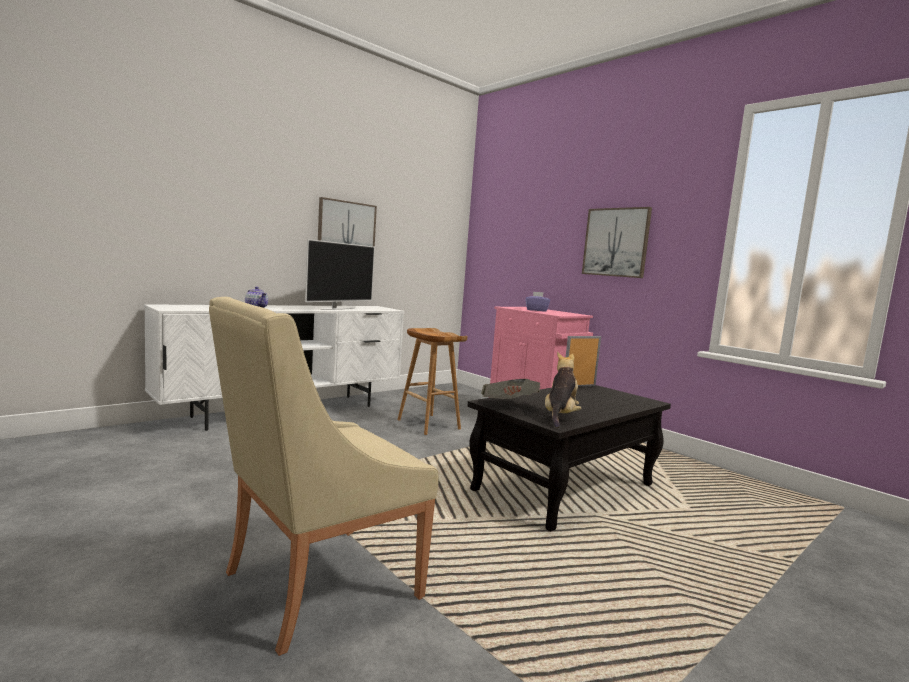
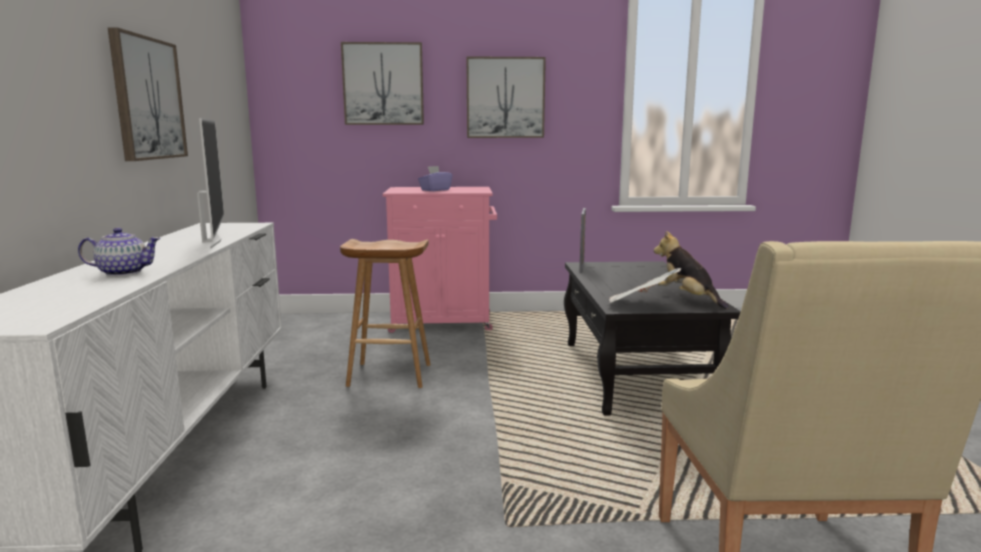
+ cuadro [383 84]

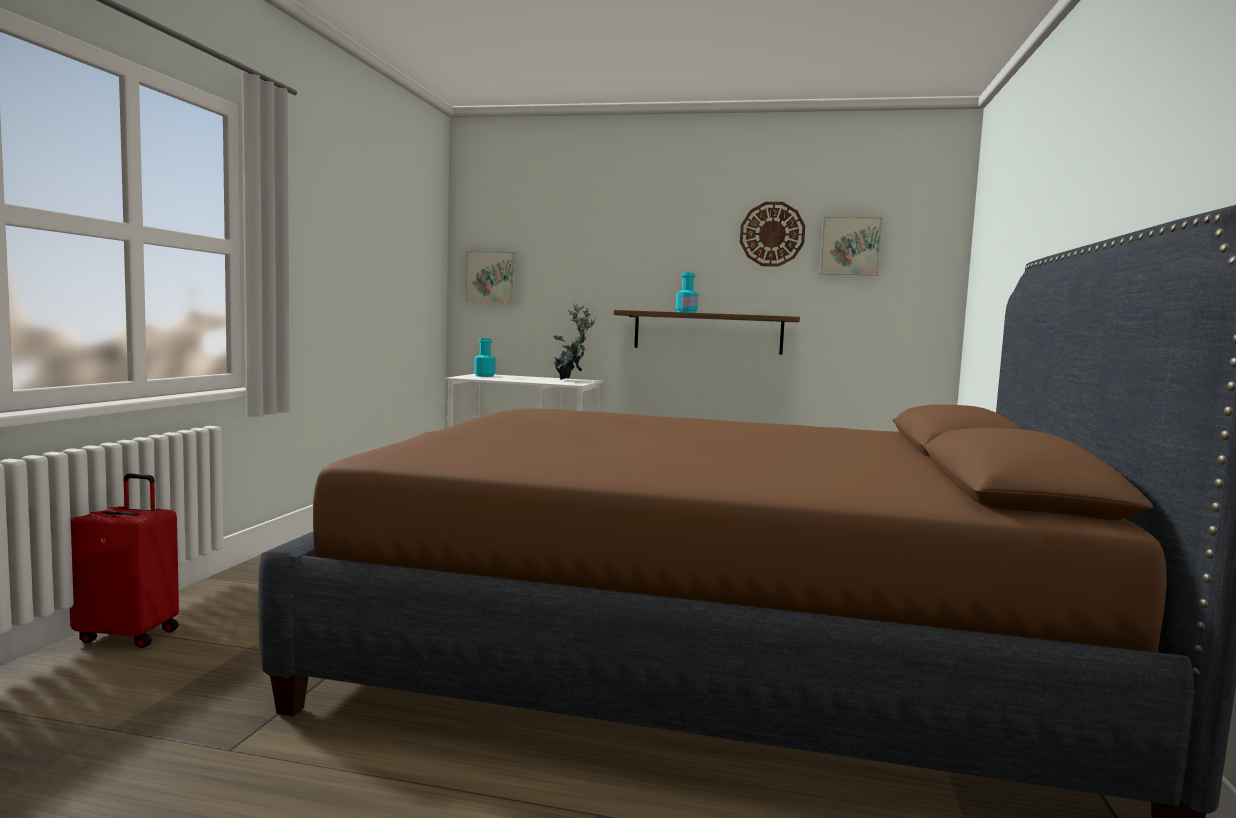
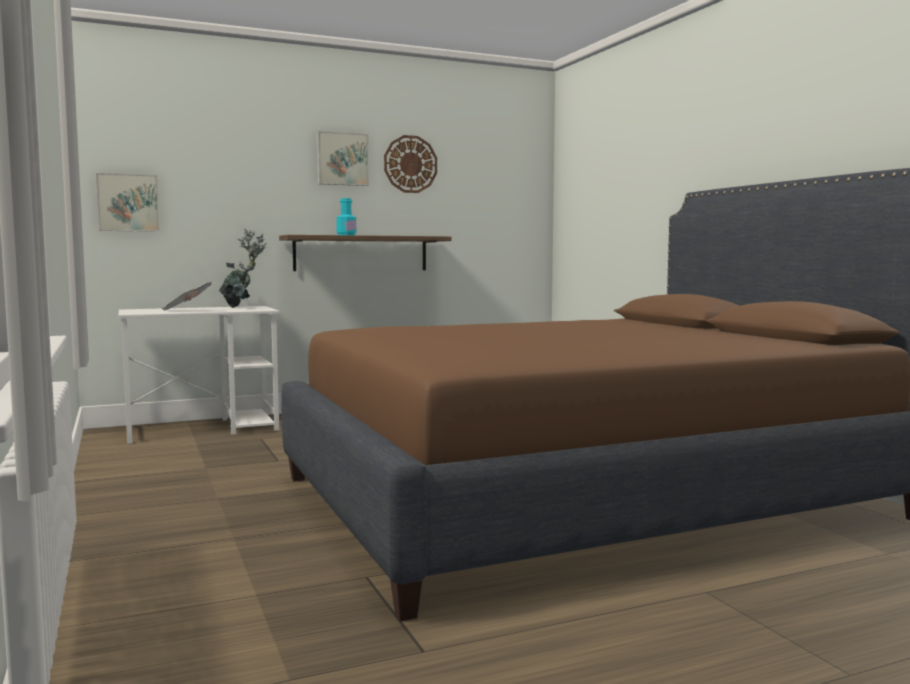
~ cuadro [850 246] to [342 159]
- botella [turquesa] [484 376]
- maleta [rojo] [129 635]
+ periódico [187 310]

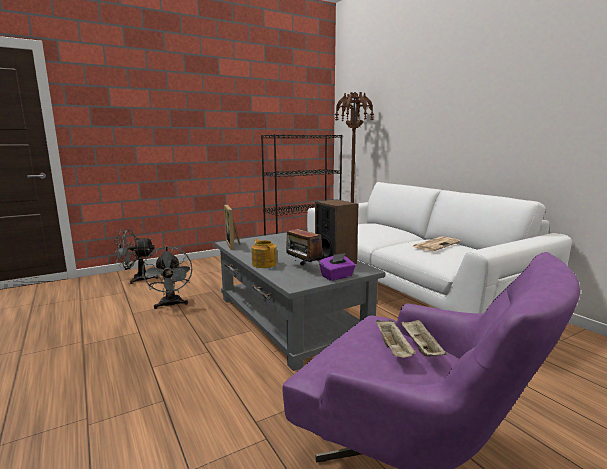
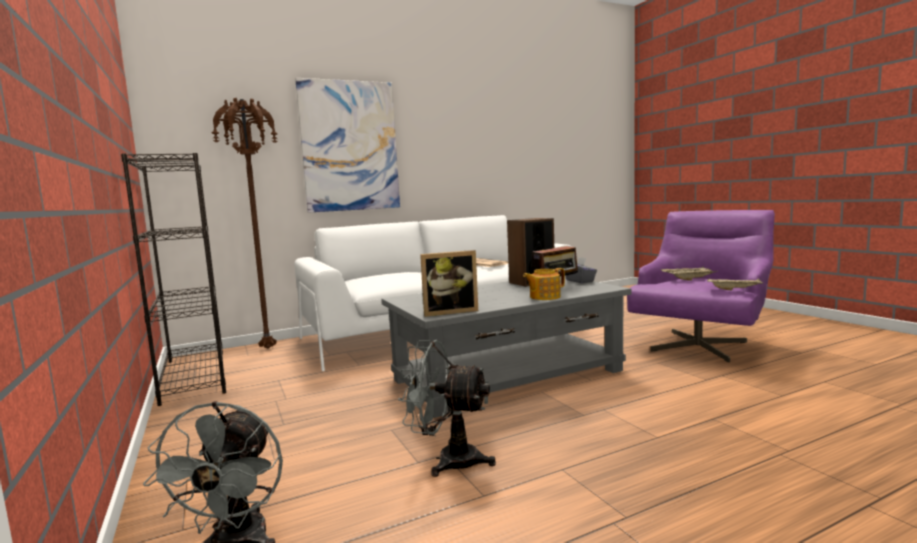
~ ventilador [gris] [171 305] = [448 460] 150 degrees counterclockwise
~ caja de pañuelos [morado] [337 277] to caja de pañuelos [gris] [580 281]
+ cuadro [350 146]
+ bandeja [beis] [735 290]

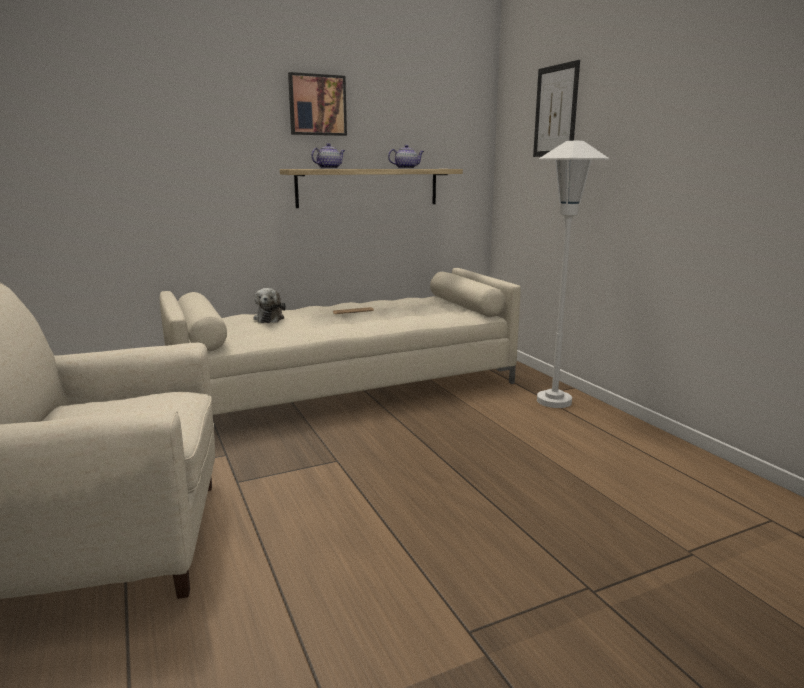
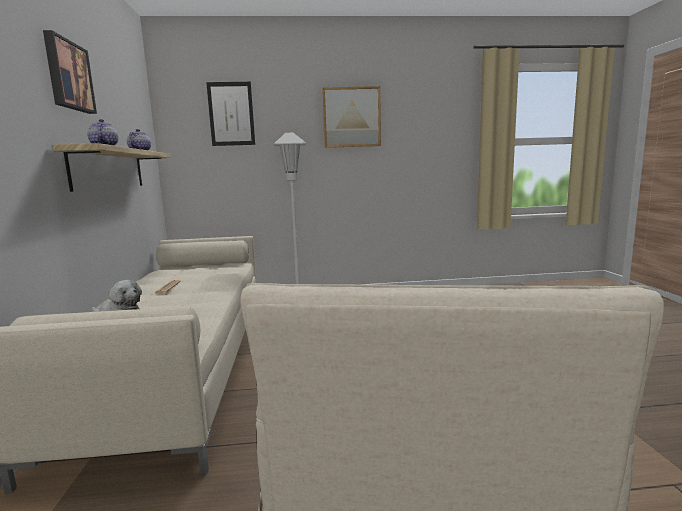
+ cuadro [351 117]

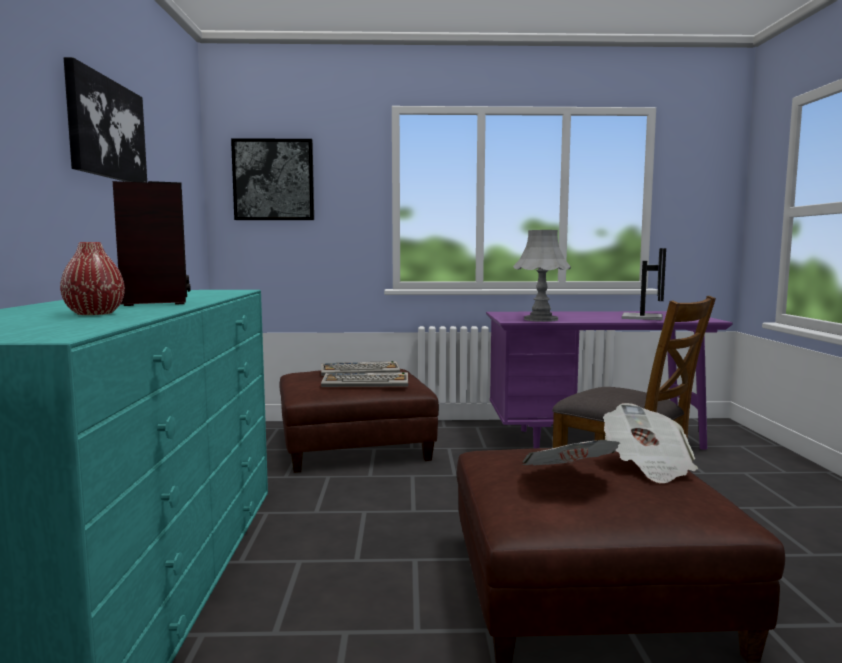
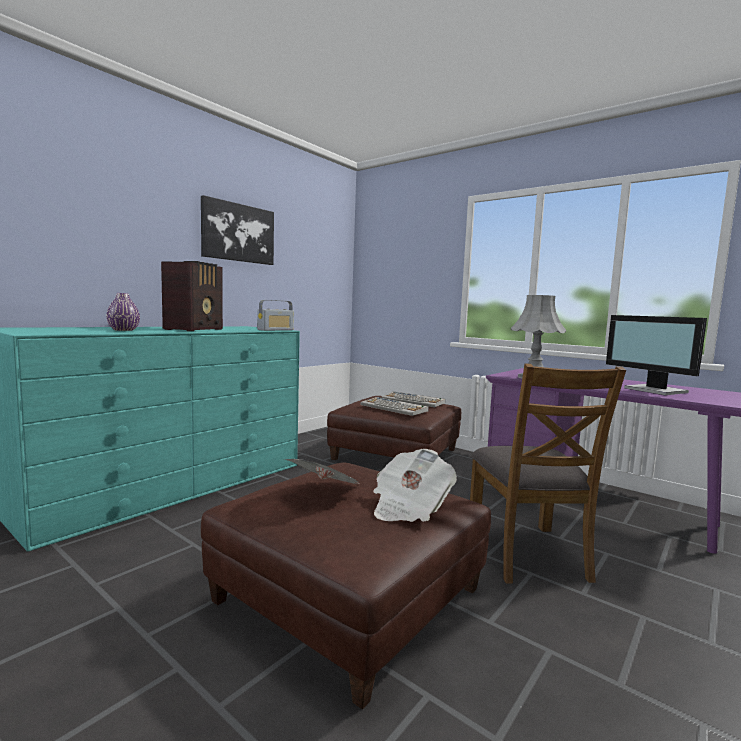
- cuadro [273 180]
~ florero [rojo] [95 313] to florero [morado] [124 330]
~ monitor [644 317] = [655 390] 90 degrees clockwise
+ radio [275 330]

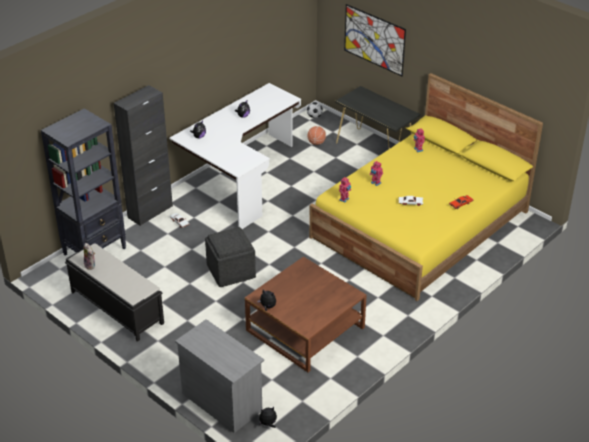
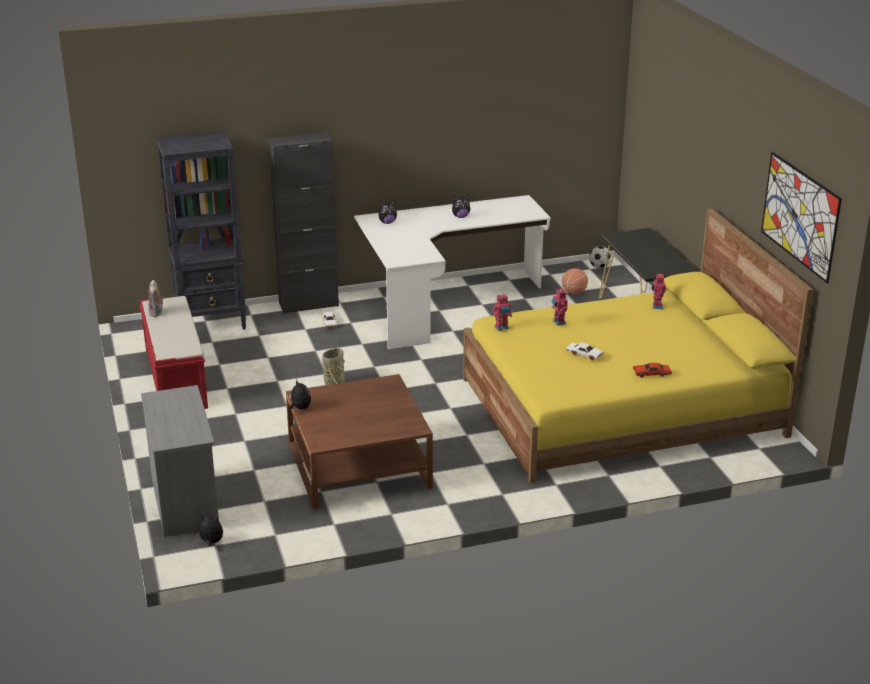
~ cuadro [374 39] to [799 215]
~ puf [gris] [230 271] to cesta [335 383]
~ banco [negro] [116 307] to banco [rojo] [175 378]

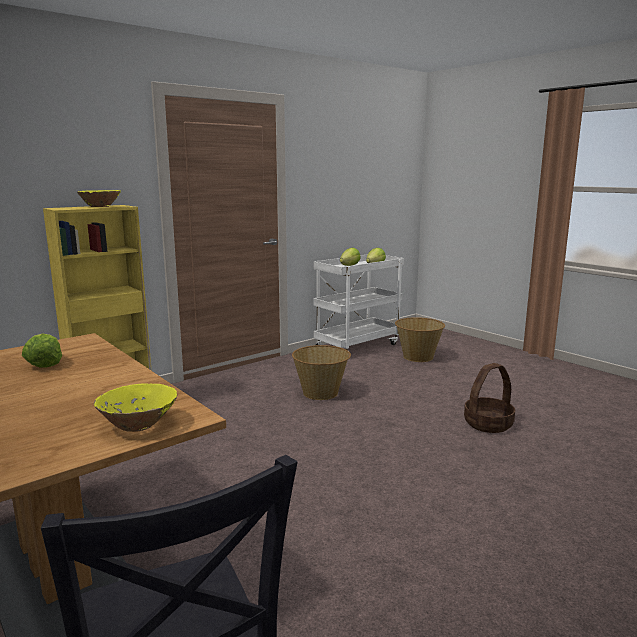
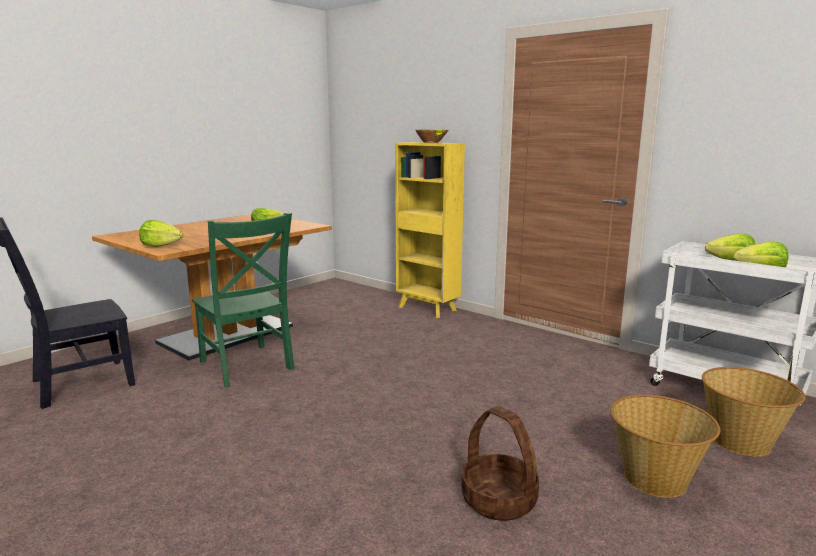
~ cesta [321 393] to [655 480]
~ cuenco [amarillo] [138 425] to lechuga [160 245]
+ silla [verde] [247 366]

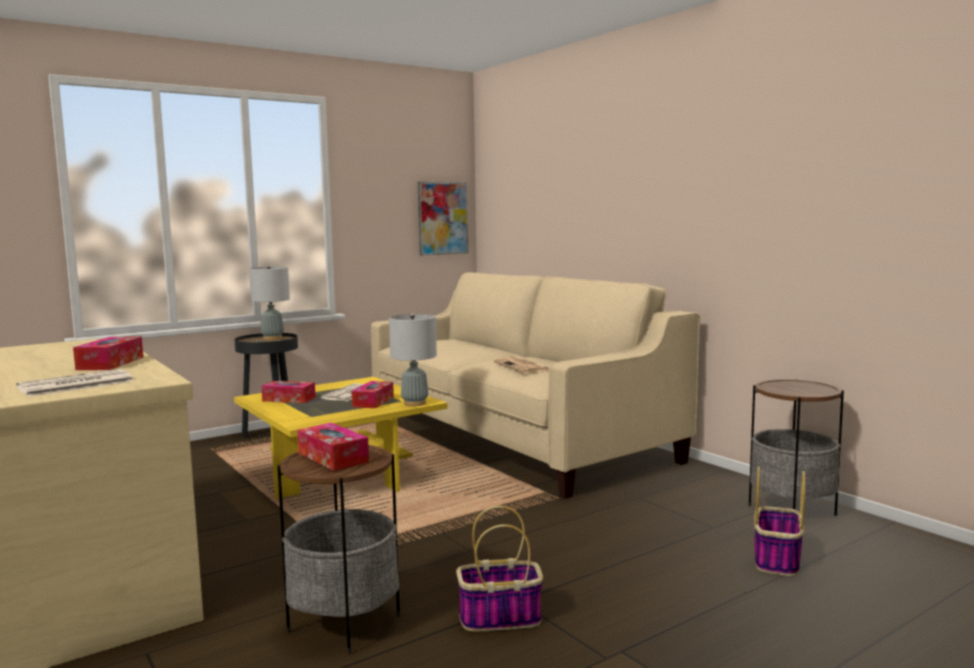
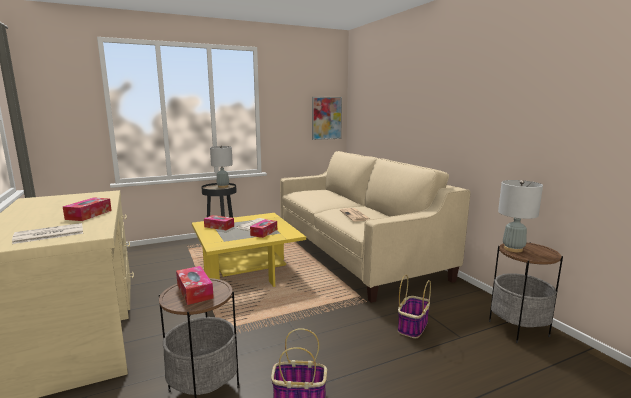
~ lámpara de mesa [gris] [414 403] to [513 249]
~ cesta [776 559] to [412 326]

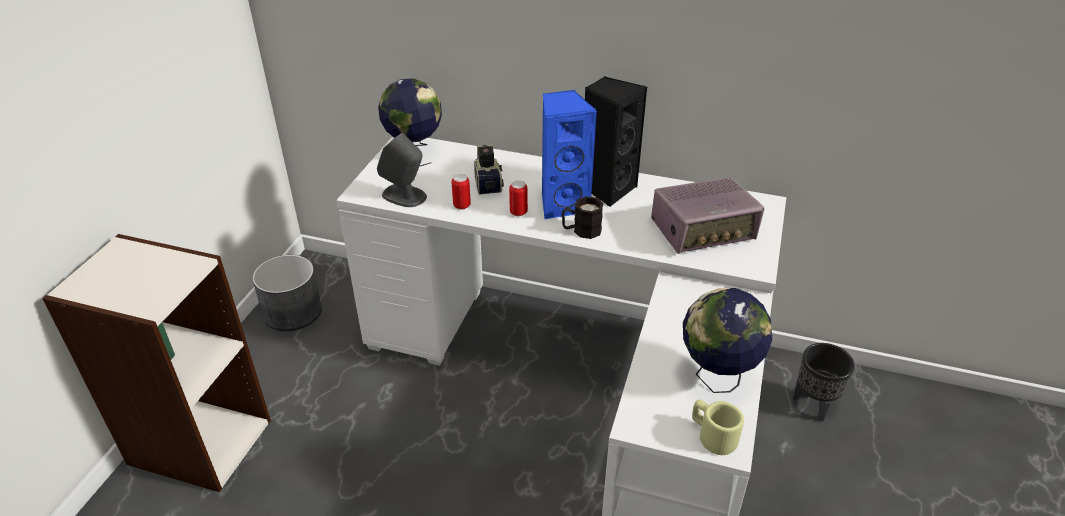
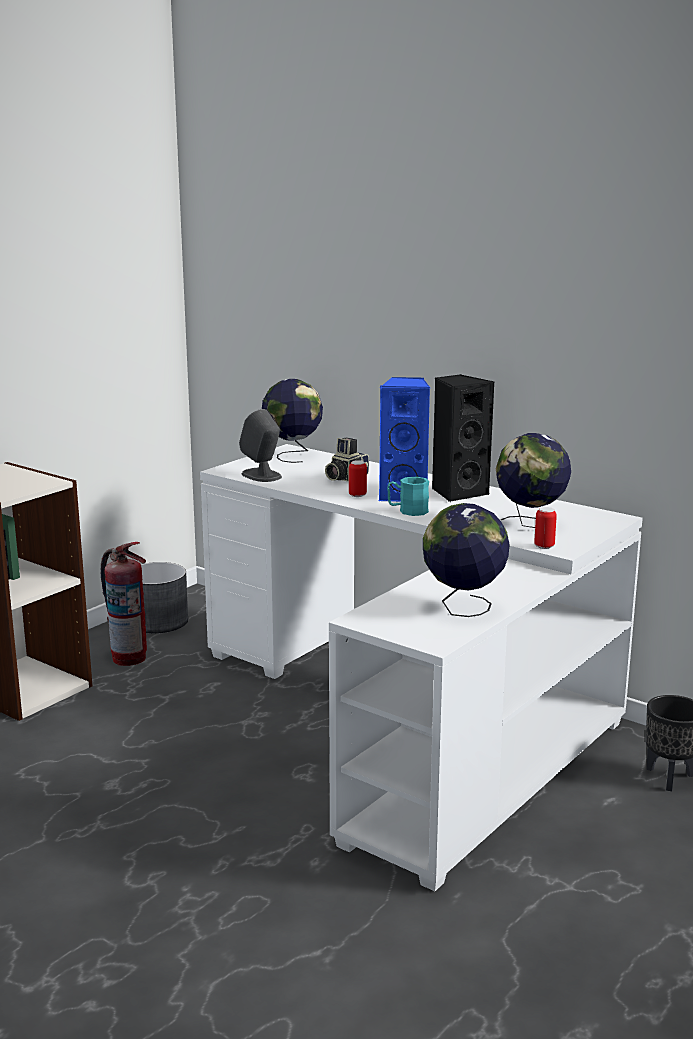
~ cámara [488 183] = [345 477] 150 degrees counterclockwise
~ lata [462 206] to [544 546]
~ radio [703 231] to globo terráqueo [530 525]
~ taza grande [negro] [581 231] to taza grande [turquesa] [407 511]
- taza grande [beis] [712 435]
+ extintor [129 657]

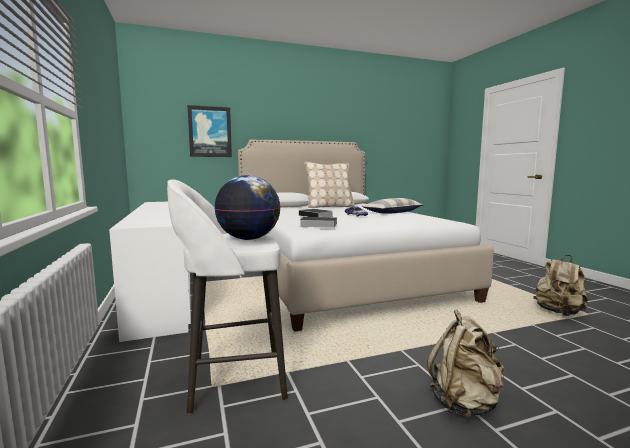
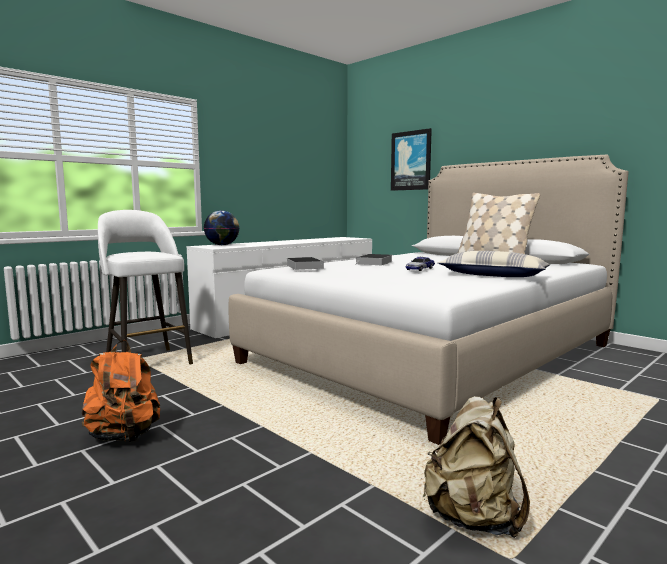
~ globo terráqueo [249 239] to [222 245]
~ mochila [beis] [464 403] to mochila [naranja] [124 436]

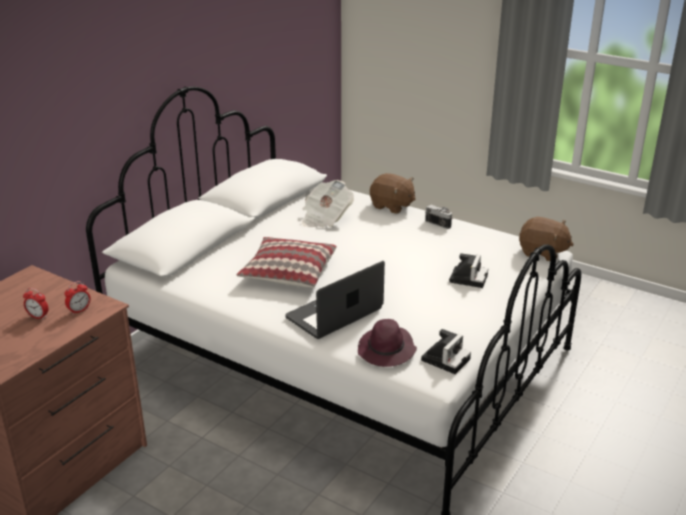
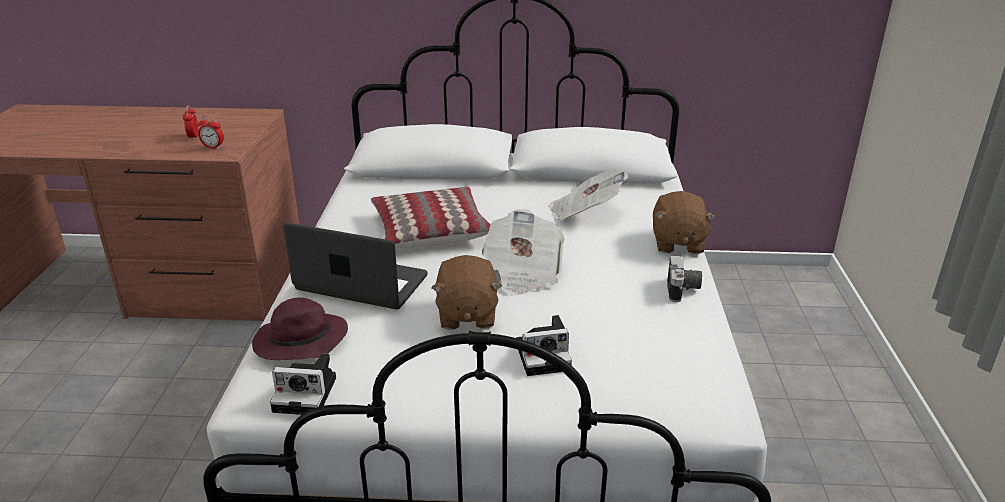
~ peluche [marrón] [542 253] to [466 315]
+ periódico [522 273]

